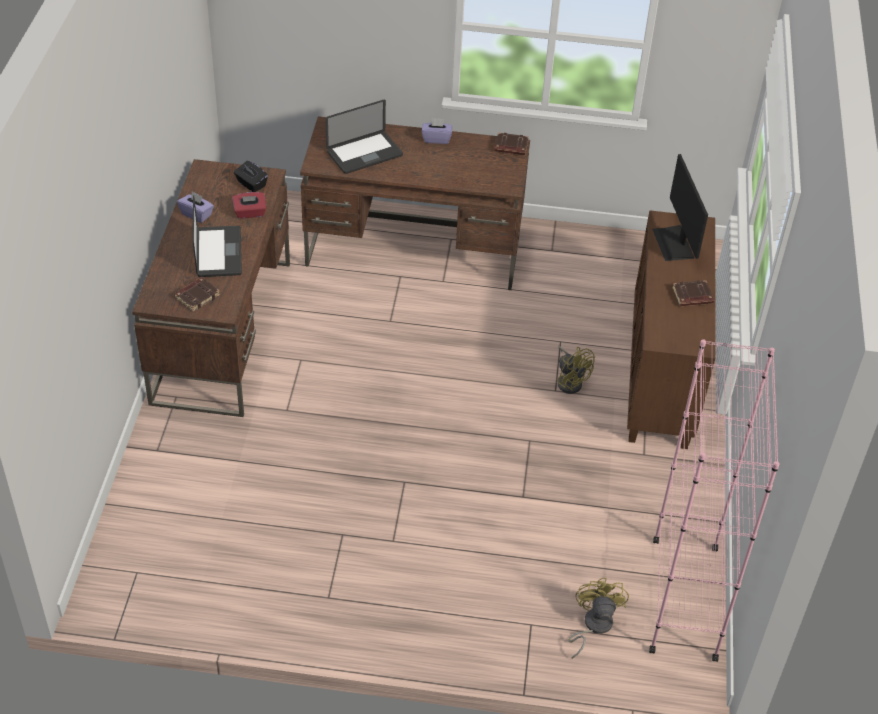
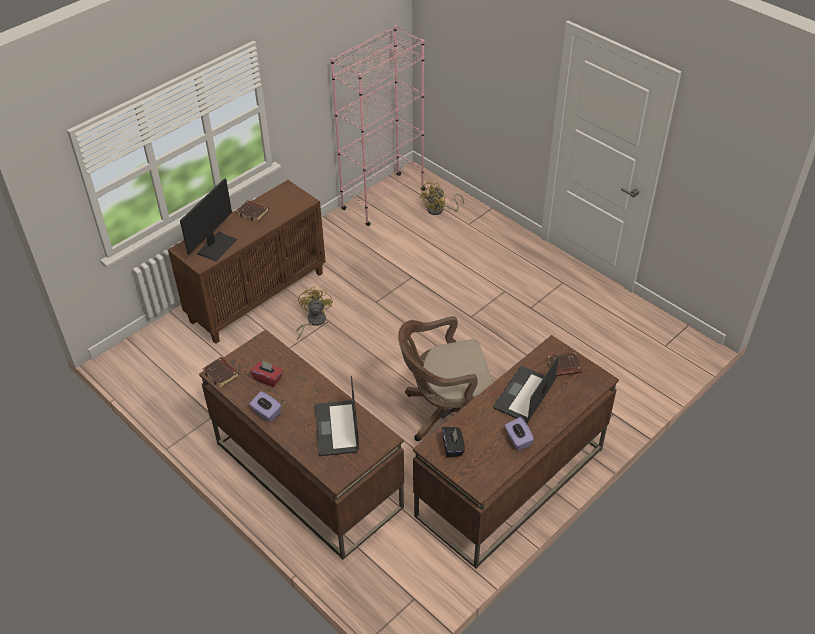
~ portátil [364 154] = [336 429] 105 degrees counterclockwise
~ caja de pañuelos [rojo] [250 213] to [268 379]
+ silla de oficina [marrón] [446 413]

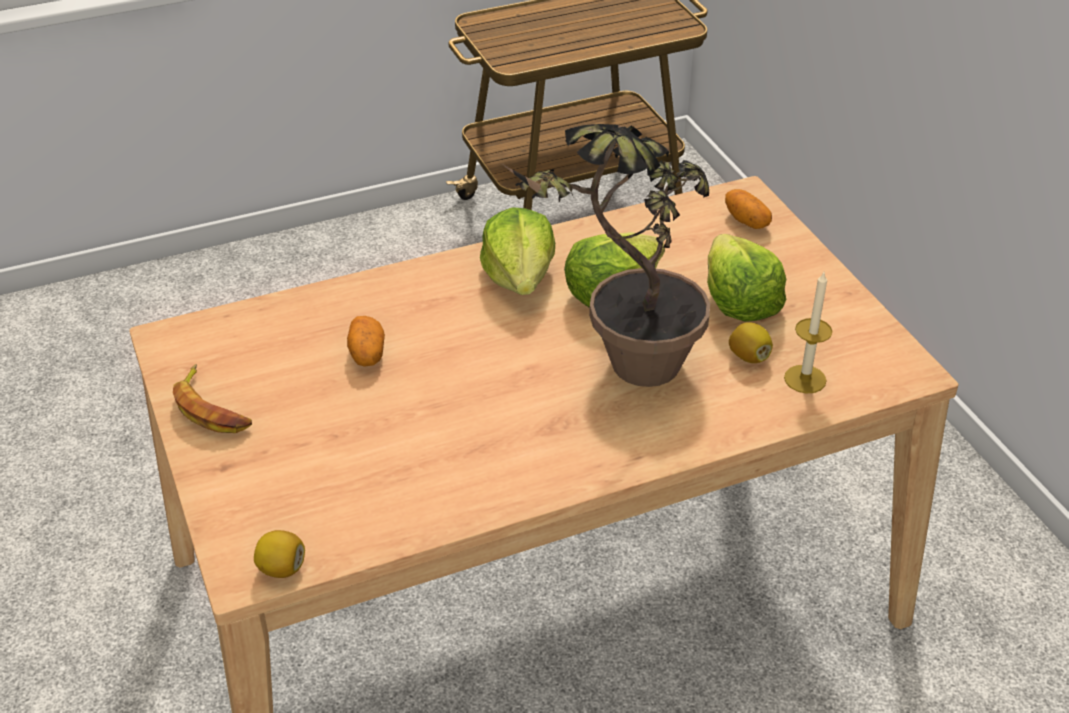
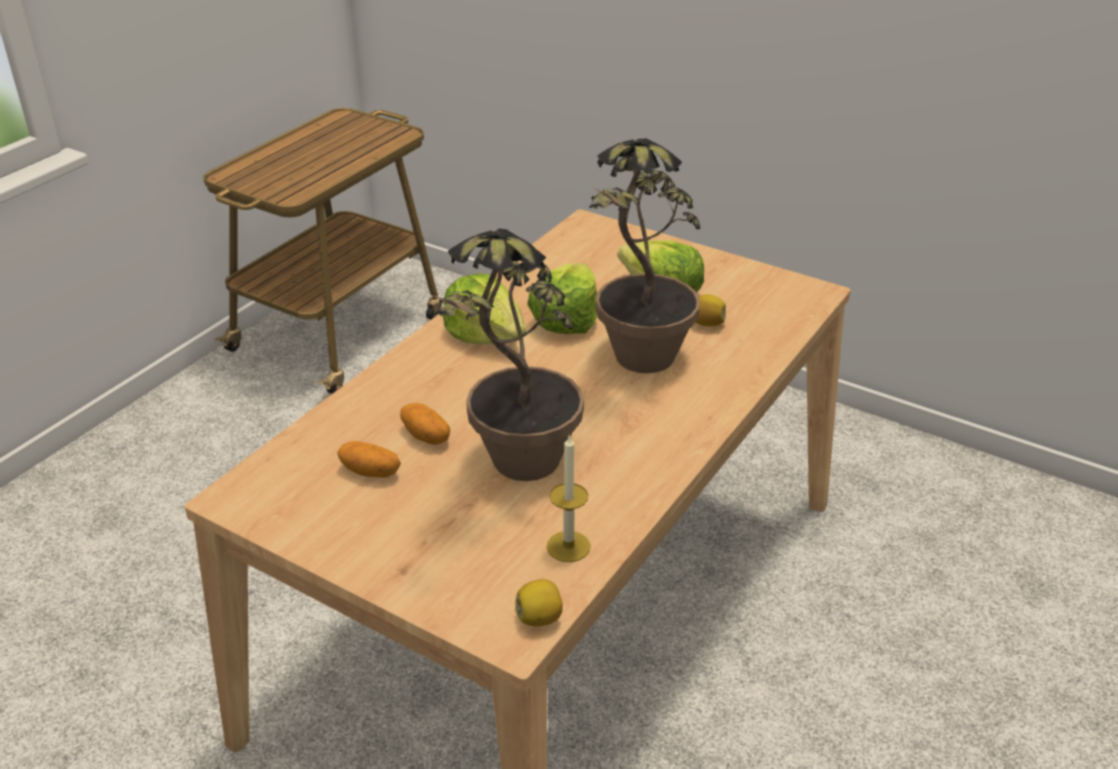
~ patata [747 221] to [370 471]
~ vela [805 379] to [568 546]
- plátano [212 408]
+ planta en maceta [515 475]

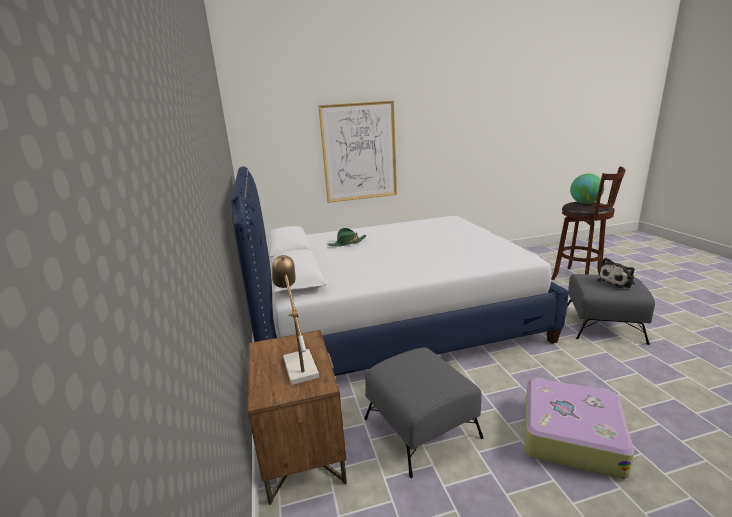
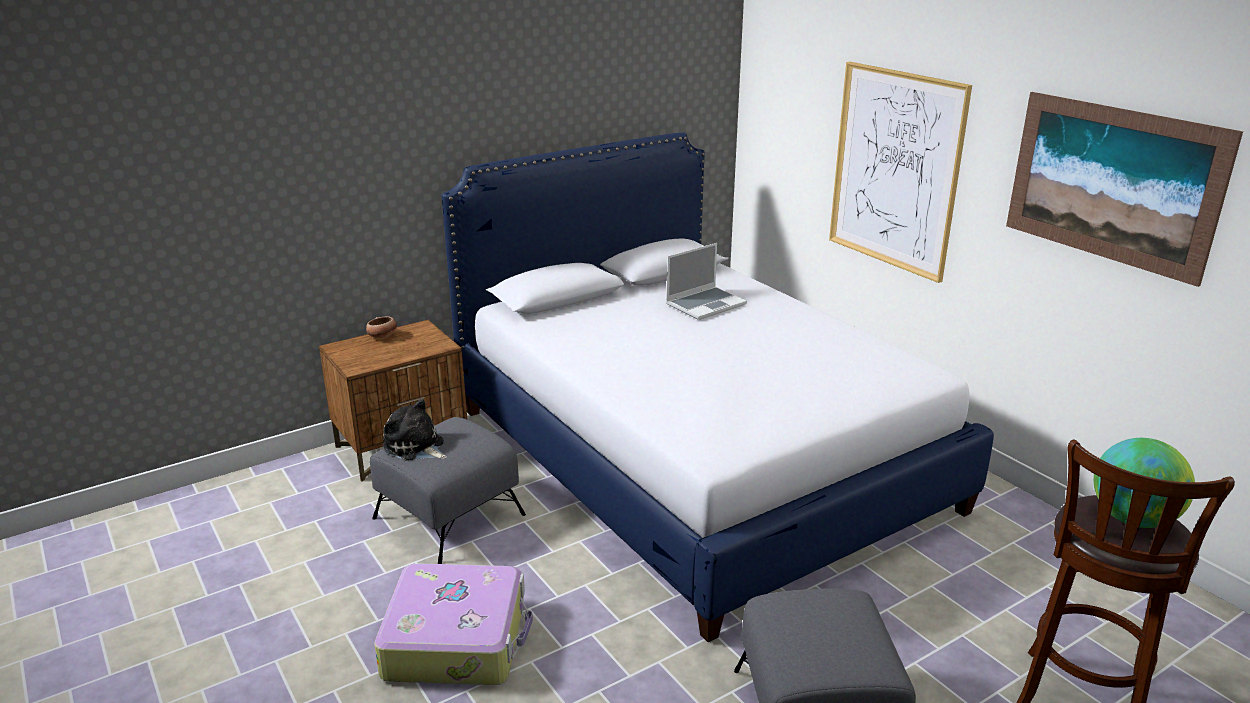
~ sombrero [verde] [347 243] to portátil [706 304]
- lámpara de mesa [298 364]
~ peluche [617 282] to [415 447]
+ cuadro [1112 183]
+ cuenco [382 336]

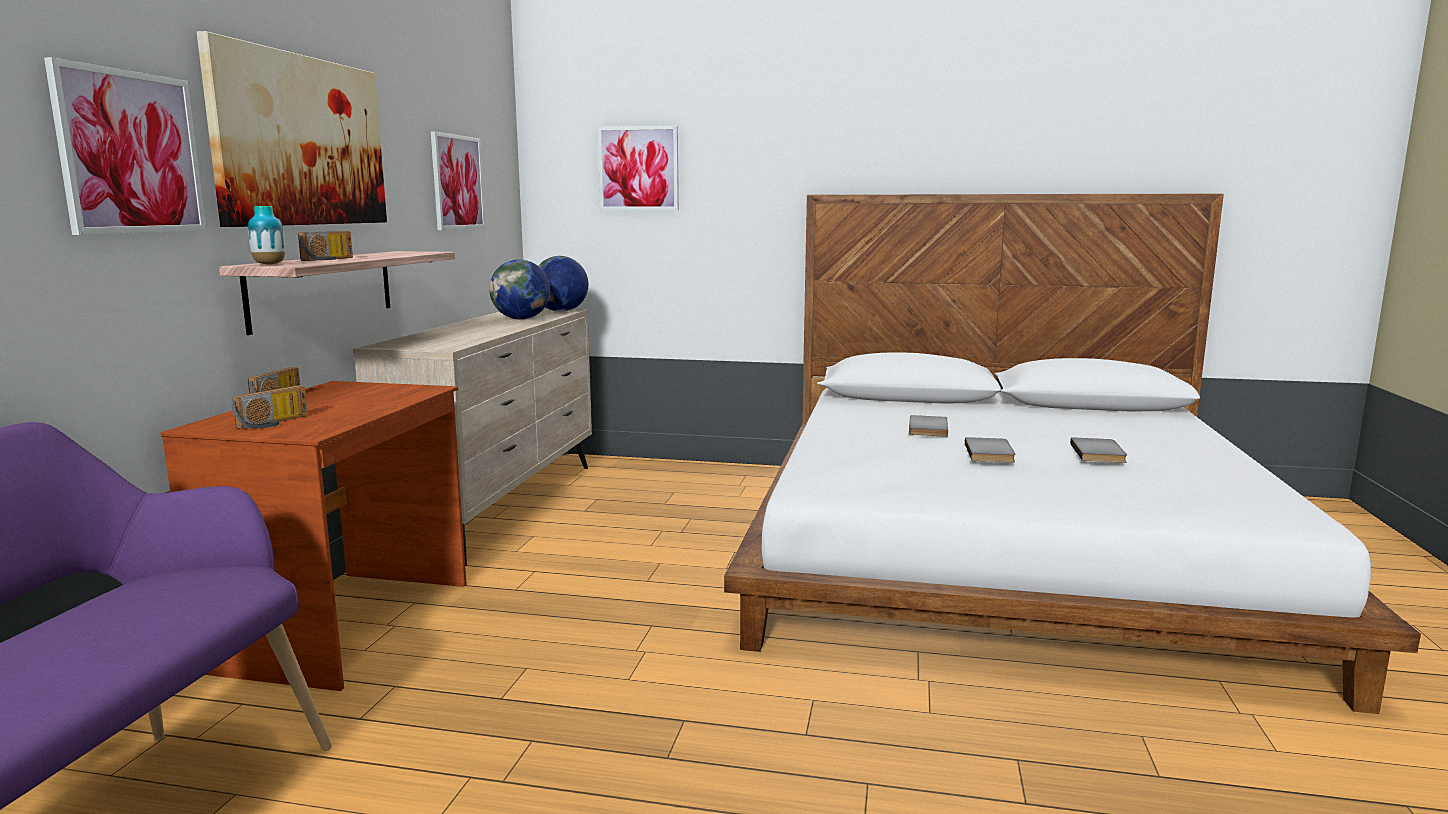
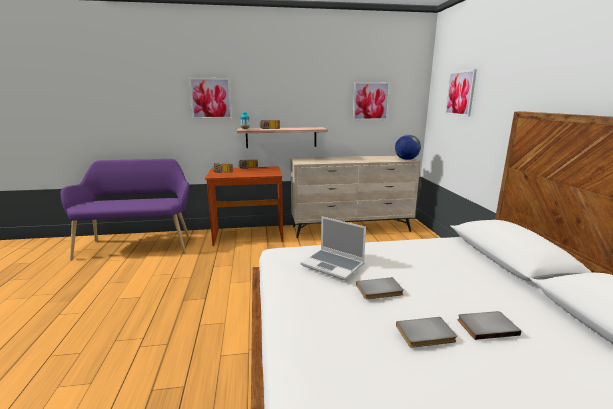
- cuadro [301 141]
- globo terráqueo [521 319]
~ libro [gris] [926 428] to [486 326]
+ portátil [333 265]

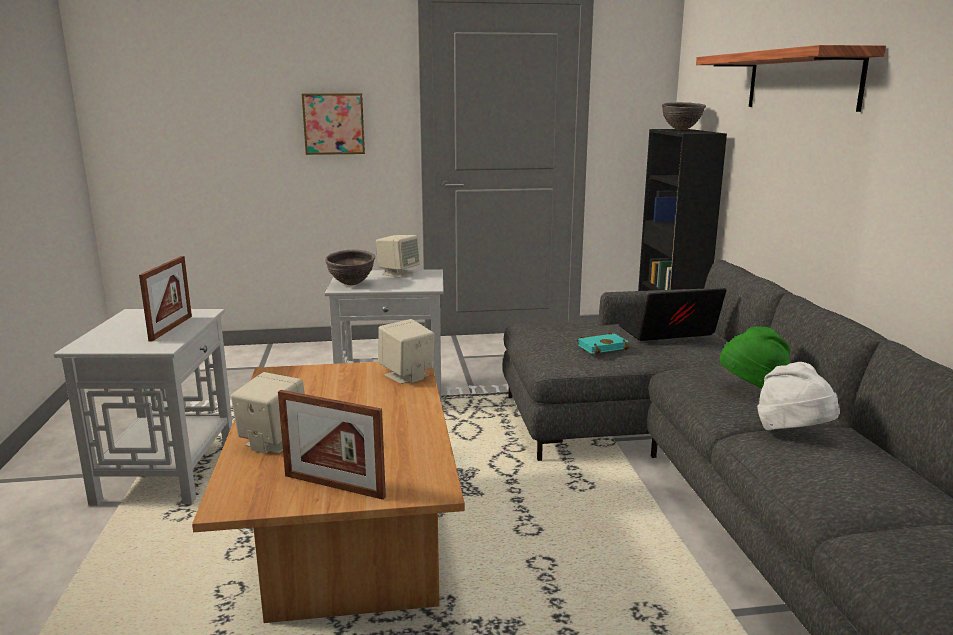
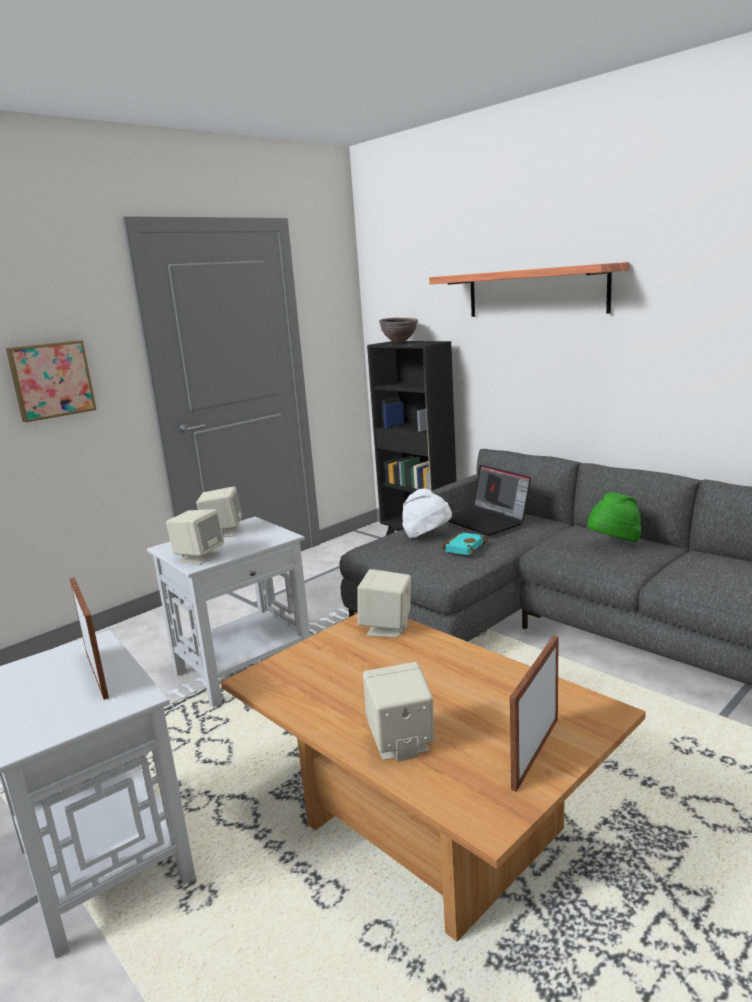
~ cuenco [marrón] [351 284] to altavoz [beis] [199 557]
~ portátil [667 333] = [486 521] 75 degrees counterclockwise
~ sombrero [blanco] [793 434] to [427 536]
~ portarretratos [334 486] = [536 752] 135 degrees clockwise

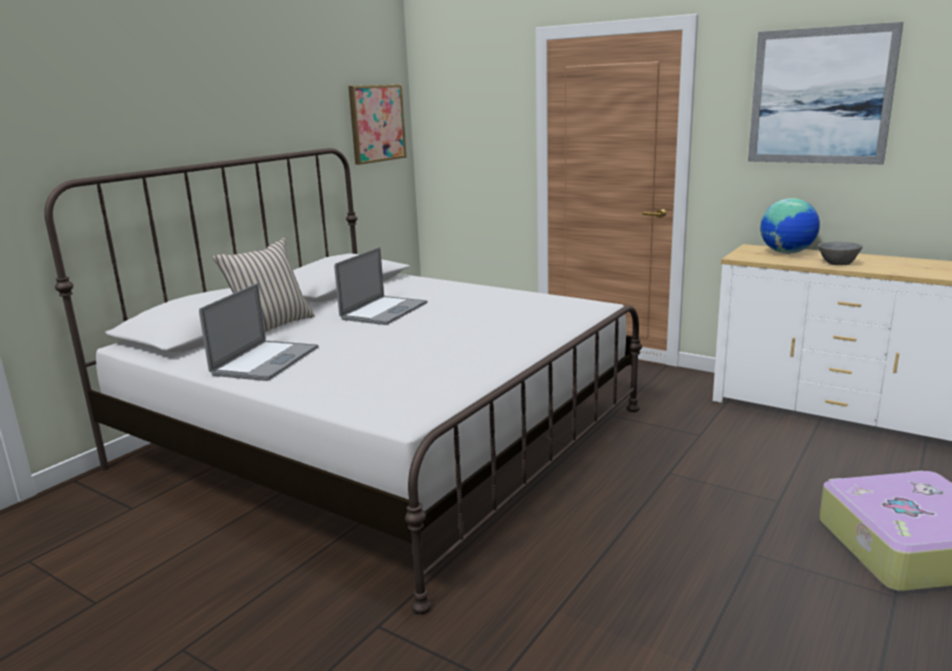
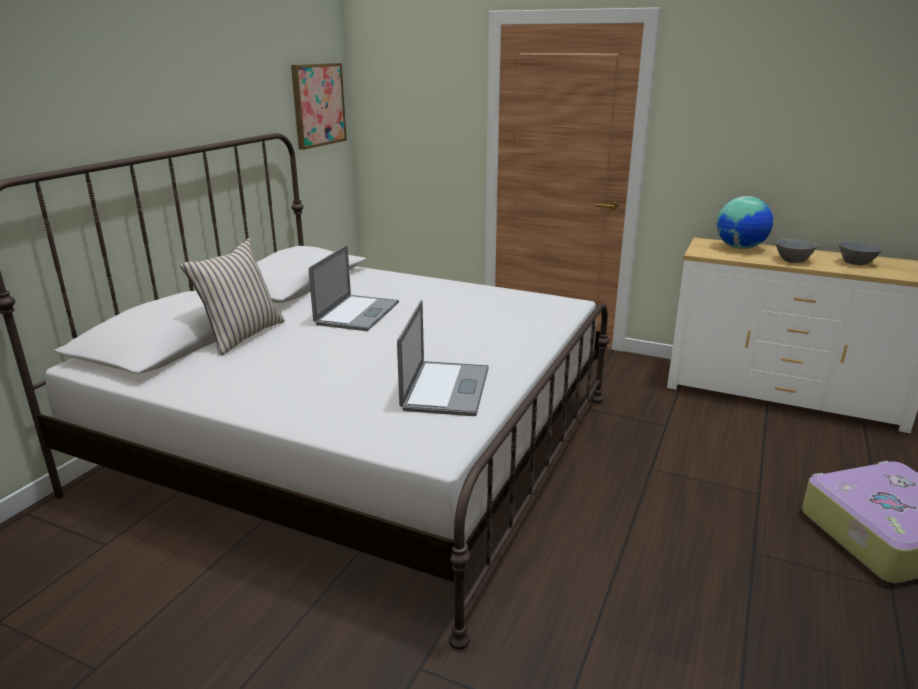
- cuadro [820 96]
~ portátil [266 361] to [446 388]
+ cuenco [gris] [856 263]

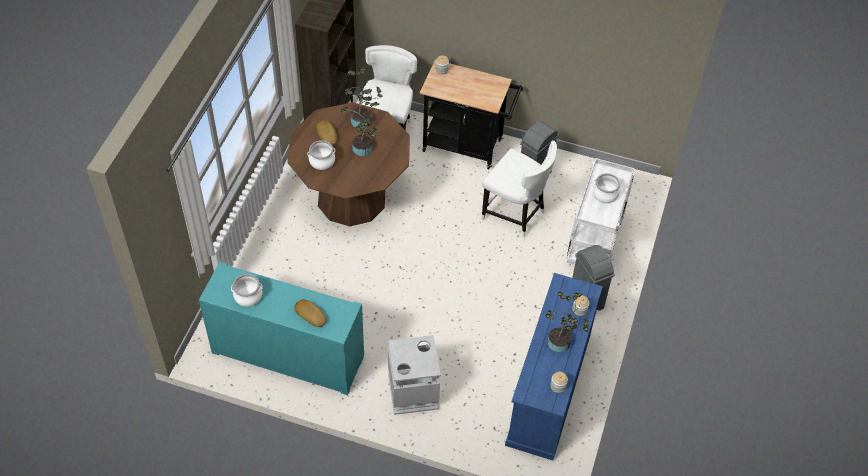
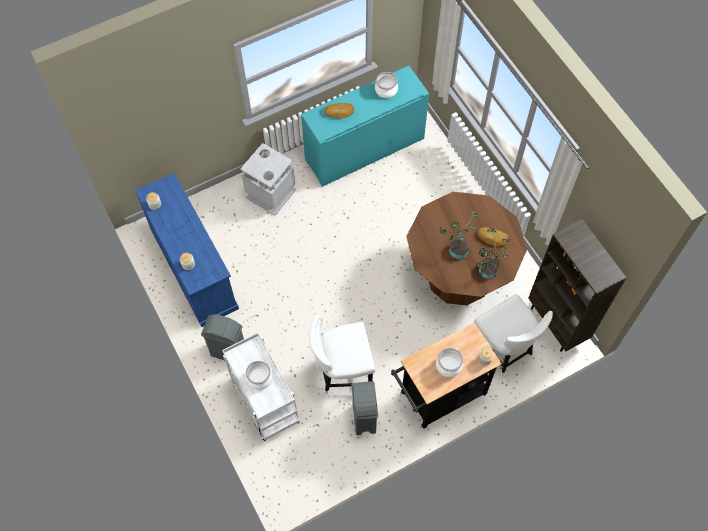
~ olla [322 161] to [448 365]
- planta en maceta [561 344]

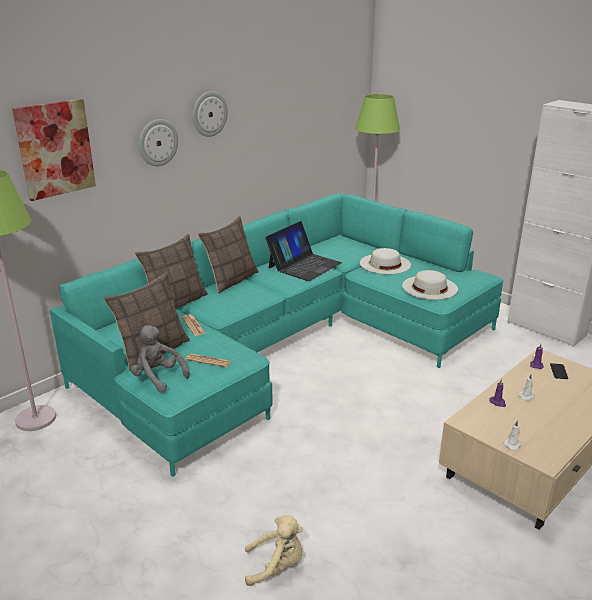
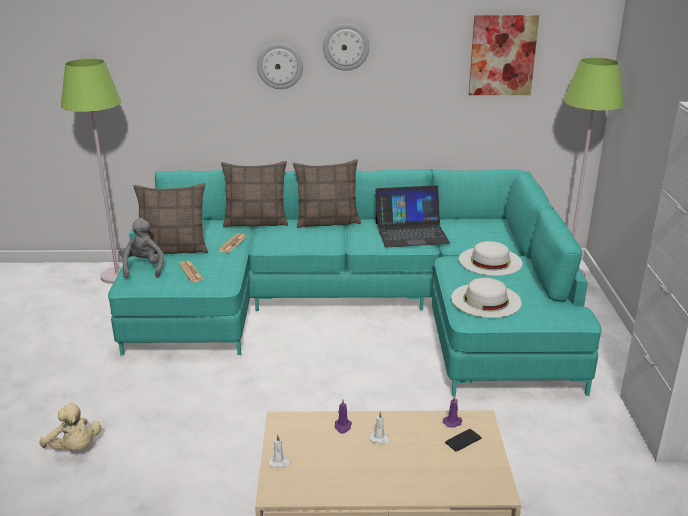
~ cuadro [55 149] to [502 55]

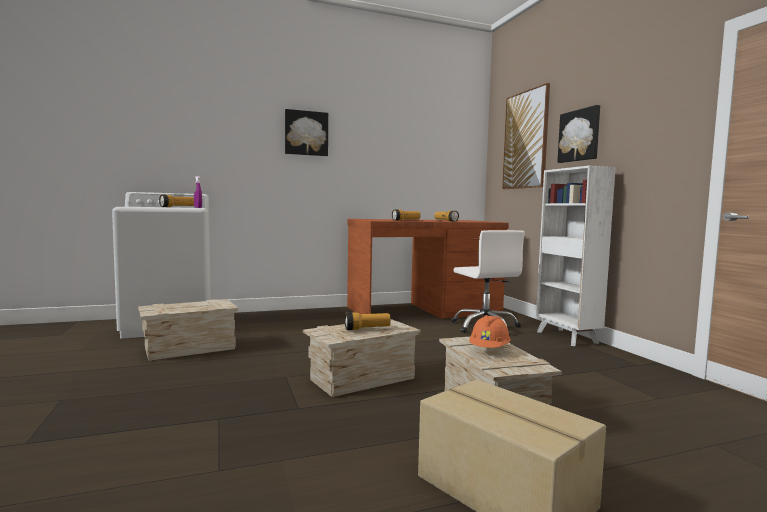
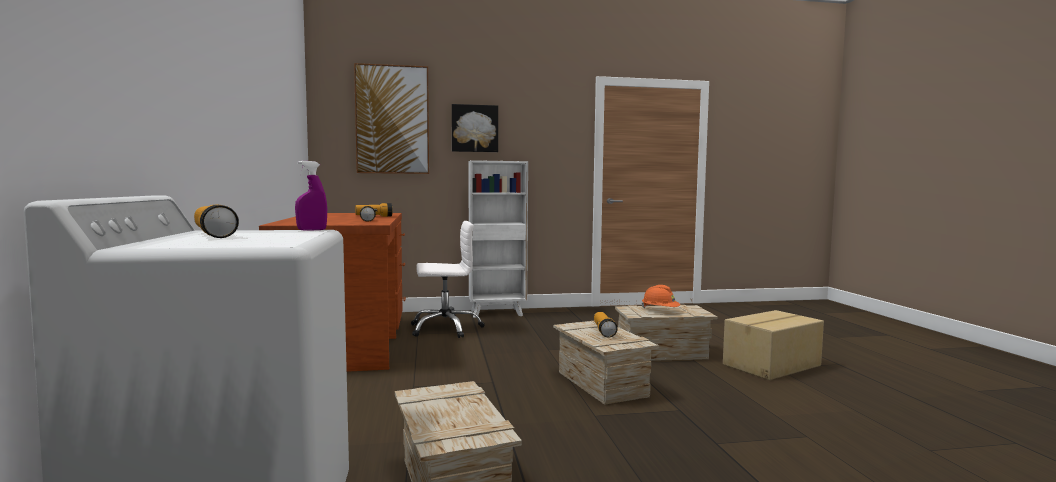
- cuadro [306 133]

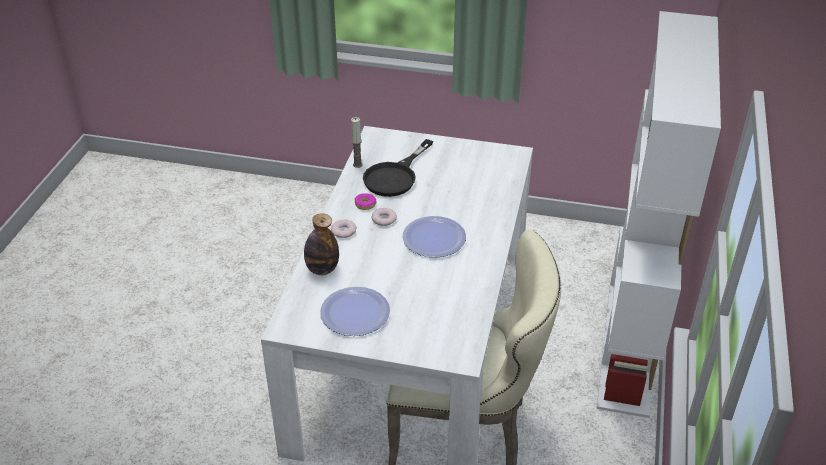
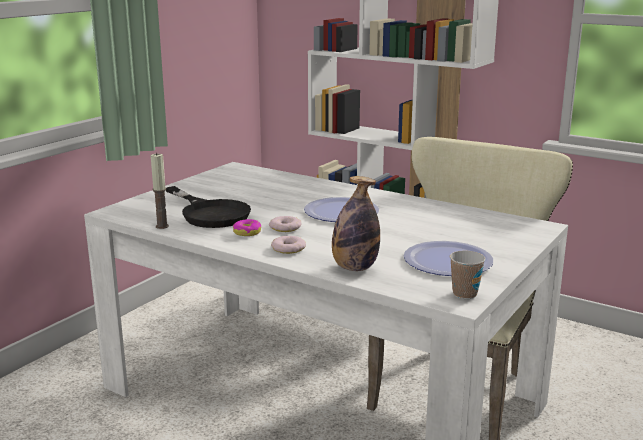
+ taza [464 294]

